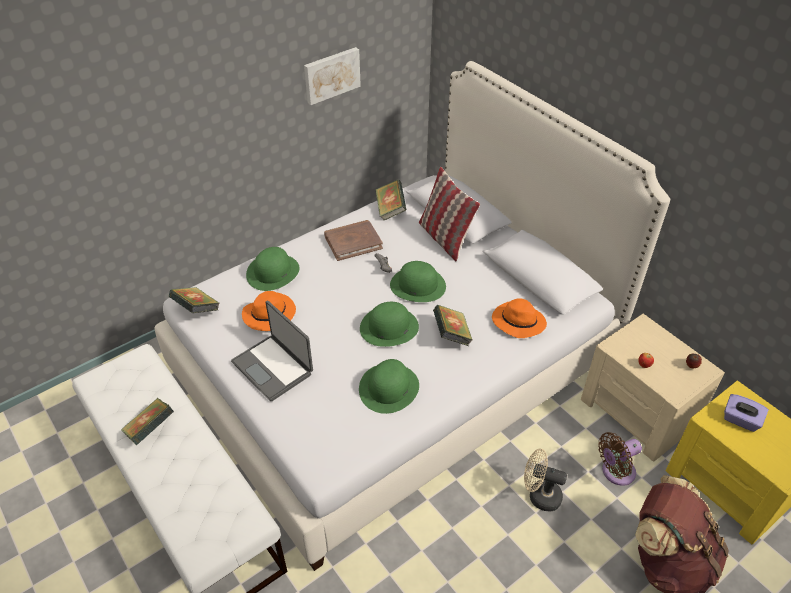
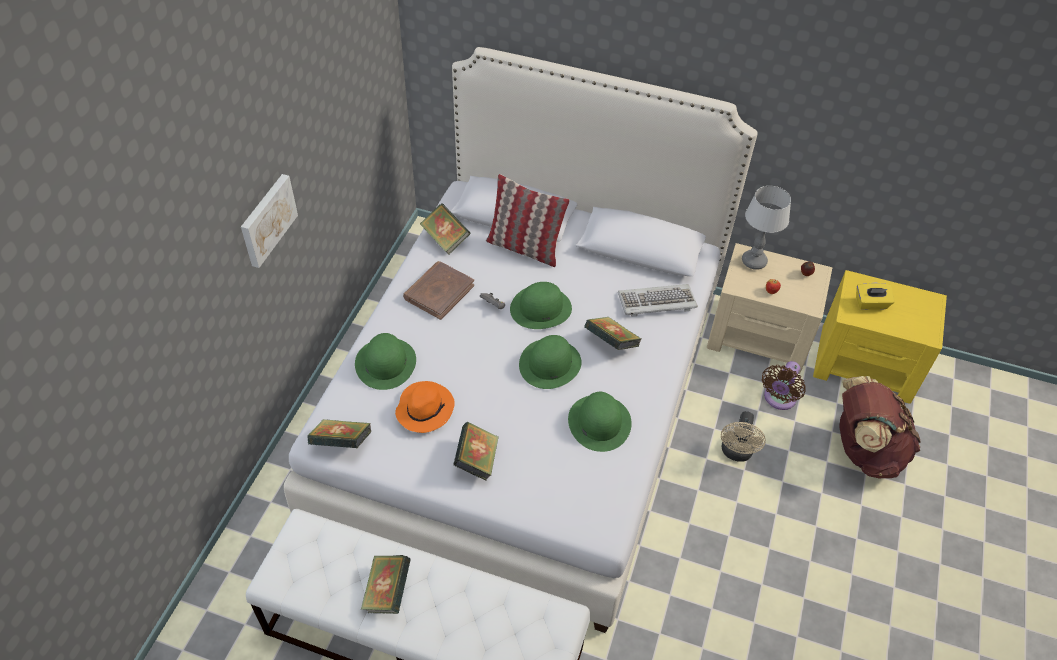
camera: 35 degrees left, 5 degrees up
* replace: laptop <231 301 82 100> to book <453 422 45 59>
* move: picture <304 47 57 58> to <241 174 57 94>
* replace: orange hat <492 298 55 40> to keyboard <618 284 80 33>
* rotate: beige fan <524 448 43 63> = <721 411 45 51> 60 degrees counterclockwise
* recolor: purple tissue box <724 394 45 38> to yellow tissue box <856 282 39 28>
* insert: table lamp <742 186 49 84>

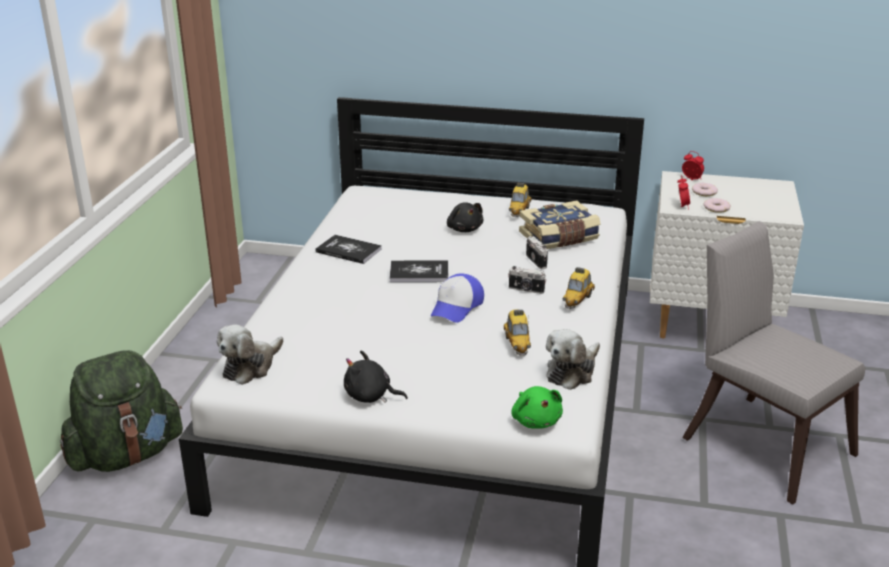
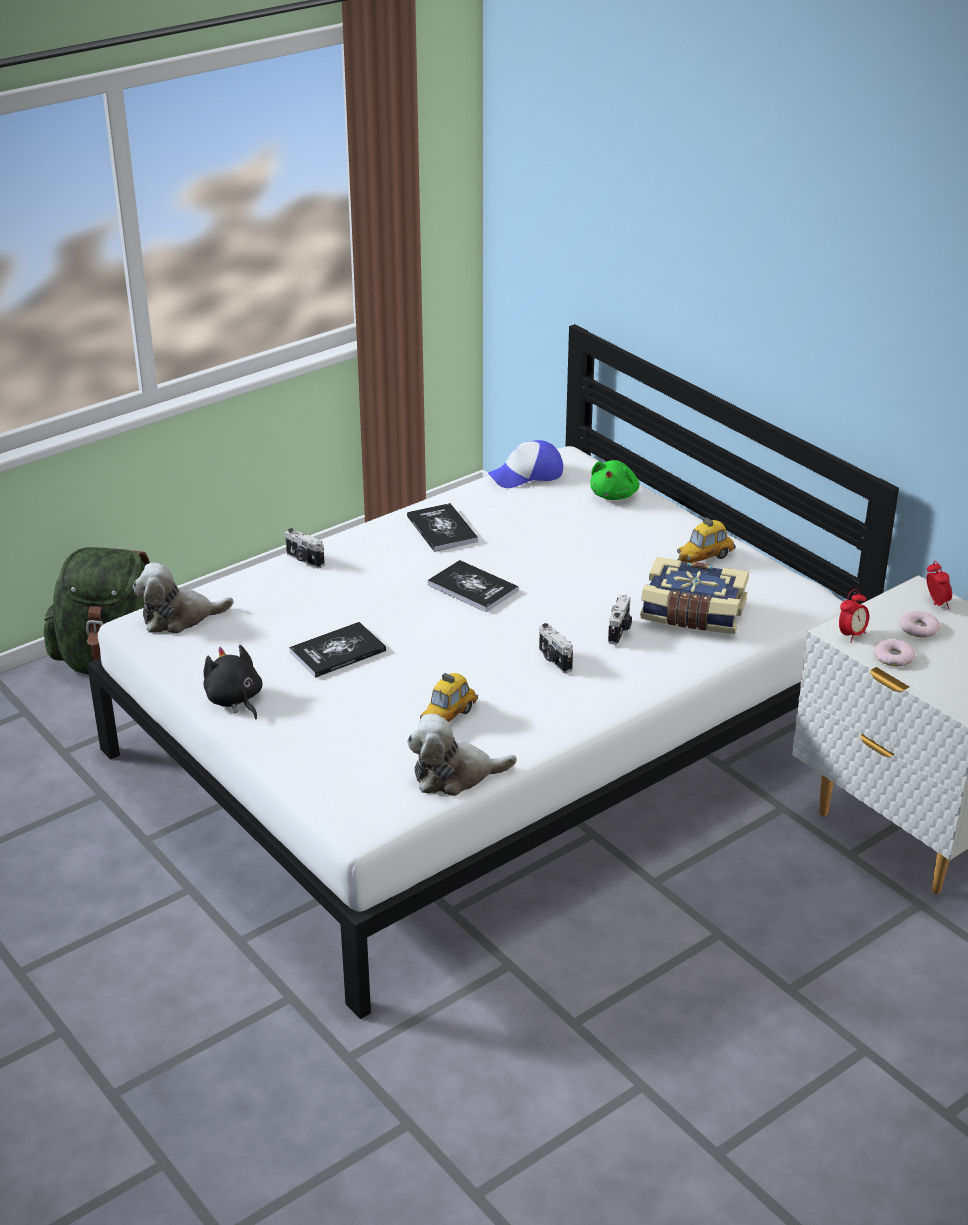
camera: 40 degrees right, 5 degrees up
* move: cap <431 274 53 48> to <488 440 75 48>
* delete: black plush toy <447 202 36 30>
* move: green plush toy <511 386 52 43> to <590 460 49 40>
* delete: toy car <563 267 32 42>
* delete: grey chair <682 221 184 283>
* insert: photo camera <285 528 40 40>
* insert: book <289 622 97 56>

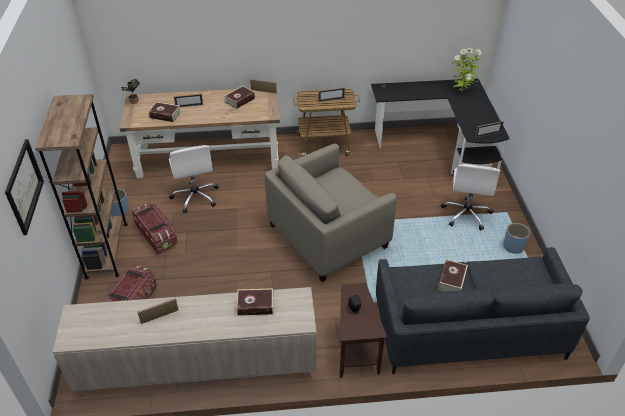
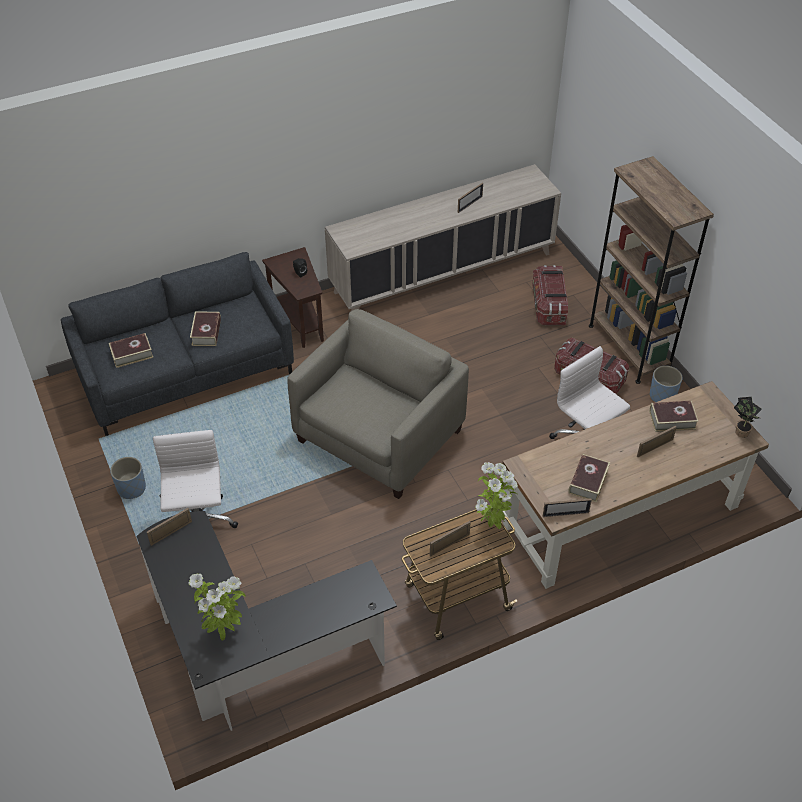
camera: 160 degrees right, 5 degrees up
* delete: picture <5 139 39 96>
* move: book <236 288 38 28> to <109 333 44 35>
* insert: potted plant <475 462 43 67>

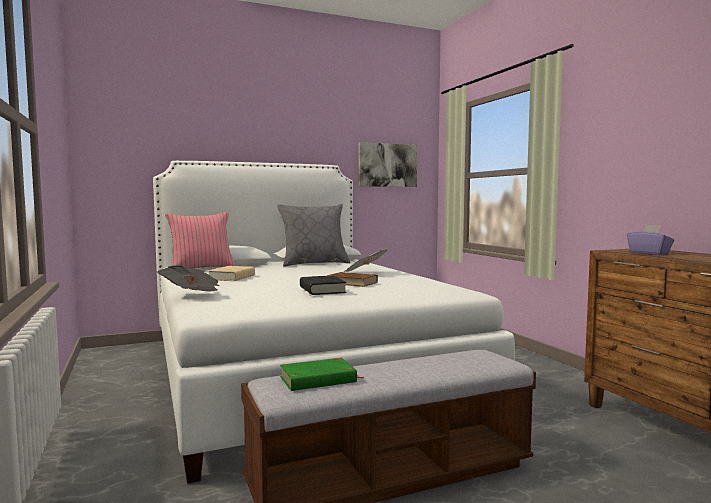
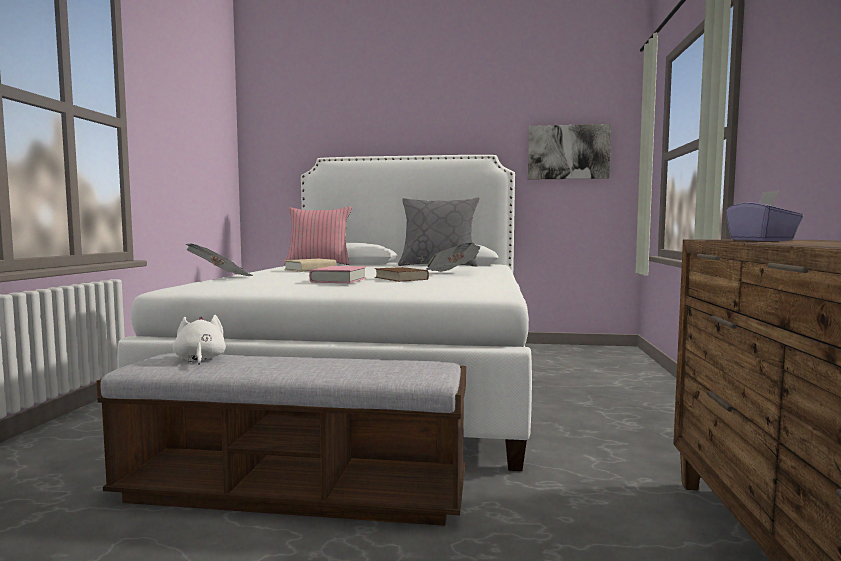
camera: 30 degrees right, 0 degrees up
* replace: green book <280 358 83 33> to white plush toy <173 315 53 50>
* recolor: black book <300 275 46 20> to pink book <309 266 57 17>

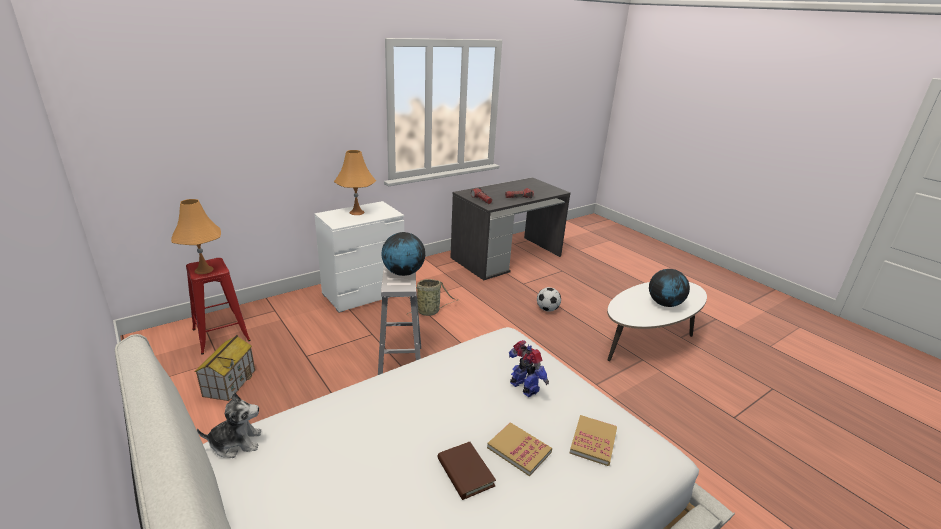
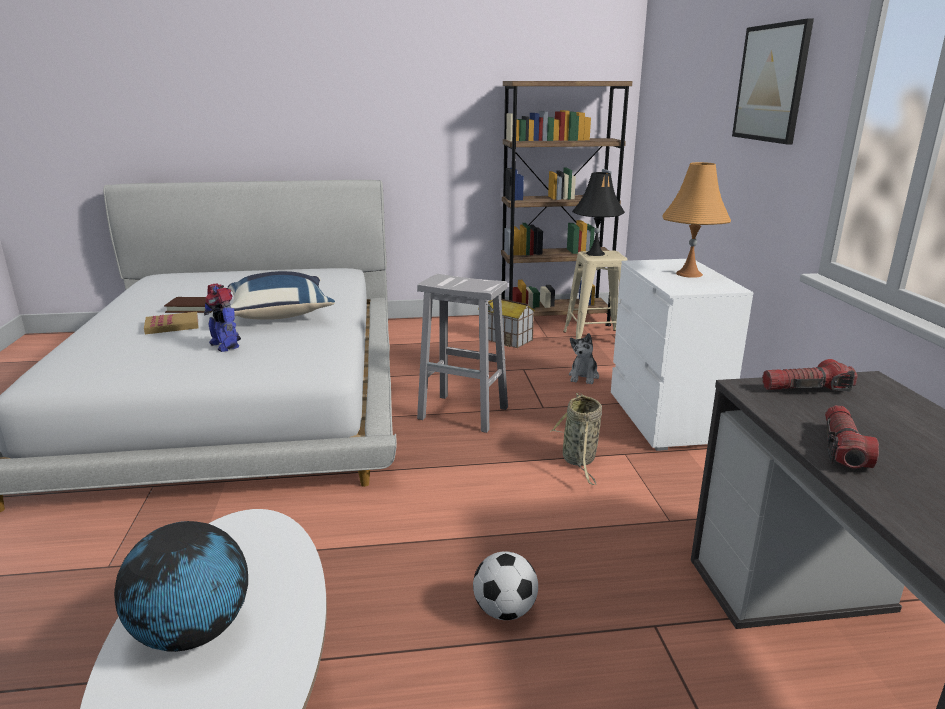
camera: 120 degrees right, 5 degrees down
* recolor: orange table lamp <171 199 50 75> to black table lamp <572 172 53 84>
* recolor: red stool <186 258 64 97> to beige stool <563 251 65 88>
* move: plush toy <197 392 64 66> to <569 333 30 51>
* delete: globe <381 232 44 44>
* rotate: toy robot <509 340 40 57> = <204 283 37 69> 60 degrees clockwise
* delete: book <570 415 47 51>
* insert: blue pillow <228 271 107 49>
* insert: brown bookcase <501 81 131 245>
* insert: picture <732 18 82 126>

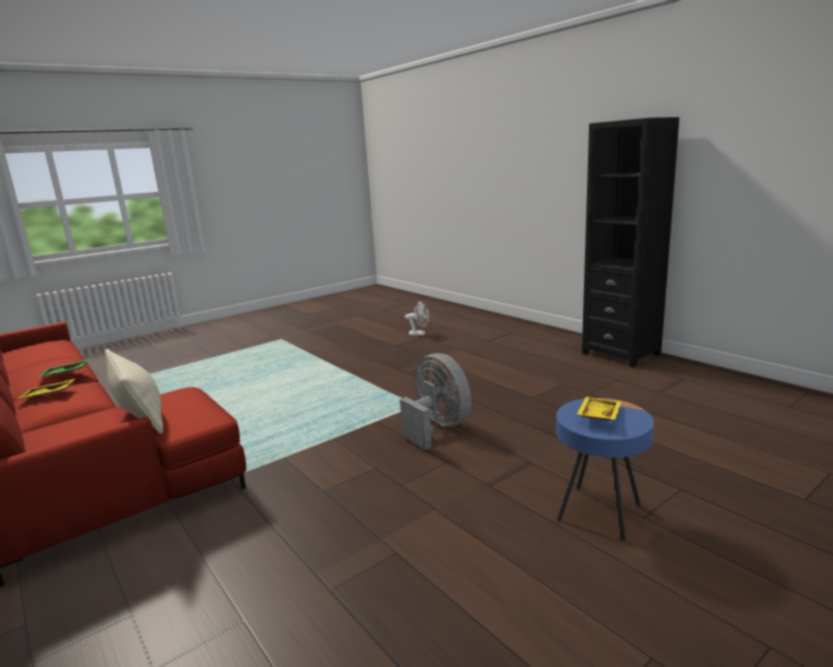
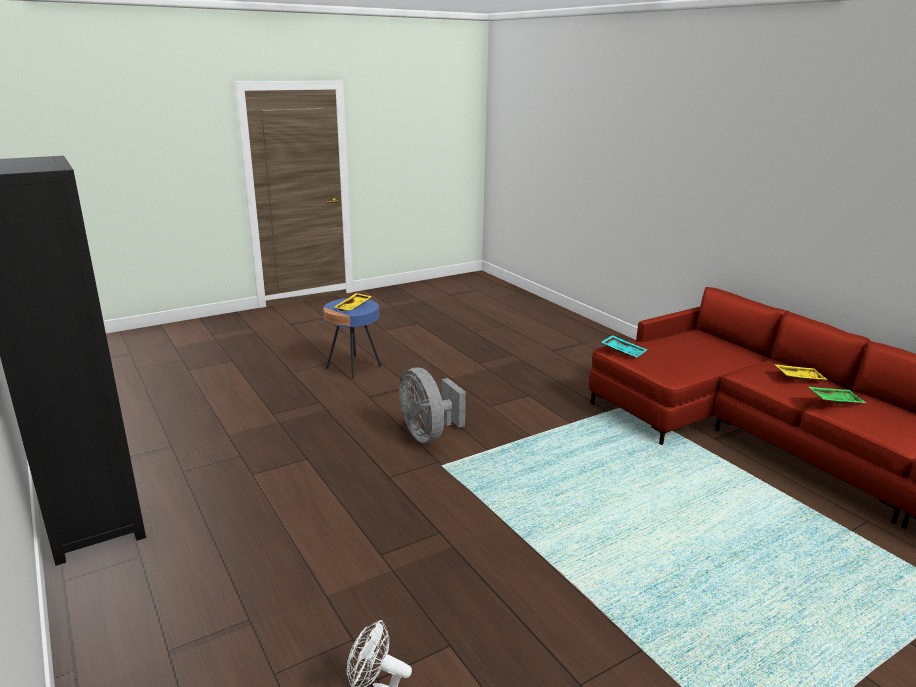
camera: 175 degrees left, 5 degrees up
* delete: beige pillow <105 349 58 85>
* insert: turquoise tray <602 335 45 23>

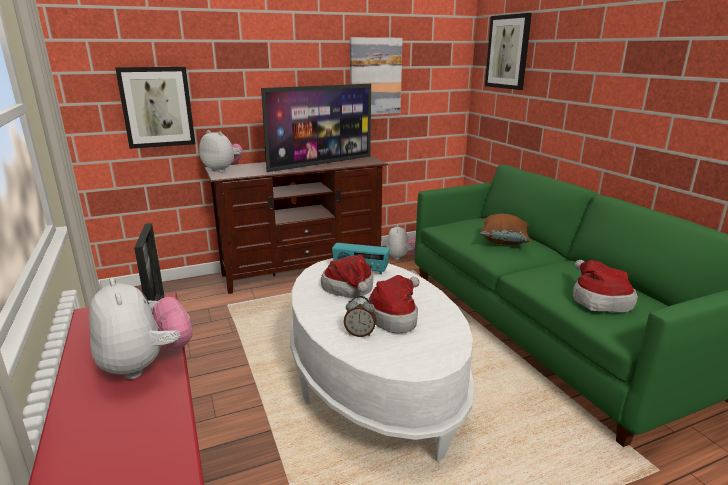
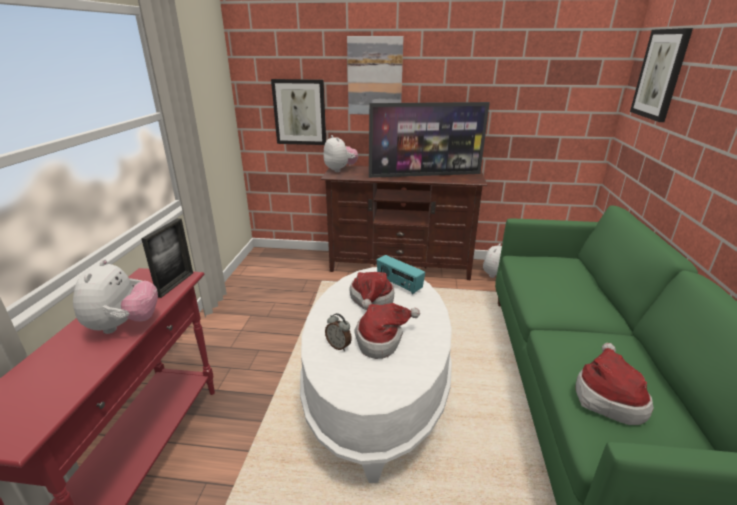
camera: 30 degrees right, 5 degrees up
* move: picture <350 37 53 78> to <347 36 57 79>
* delete: brown pillow <480 214 51 31>

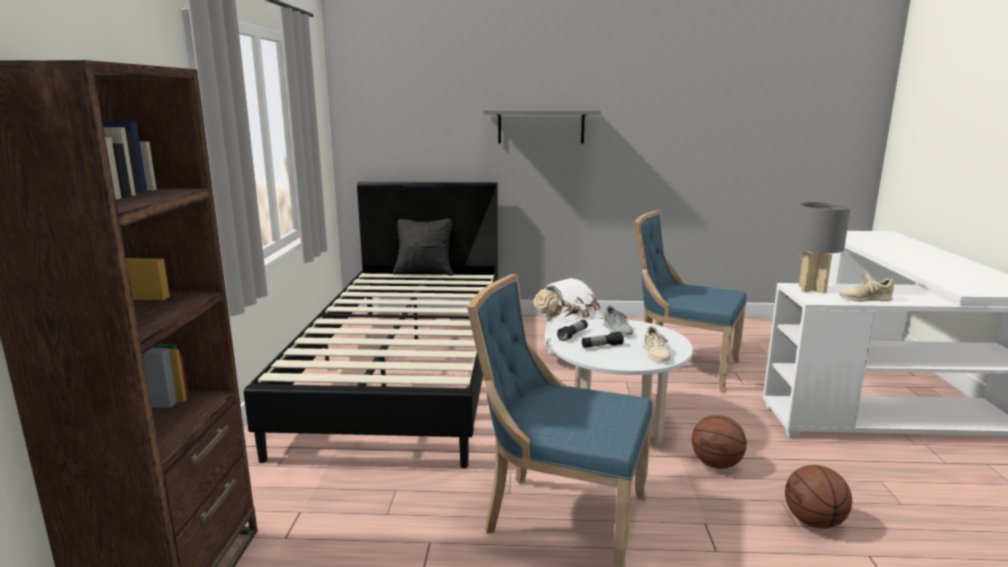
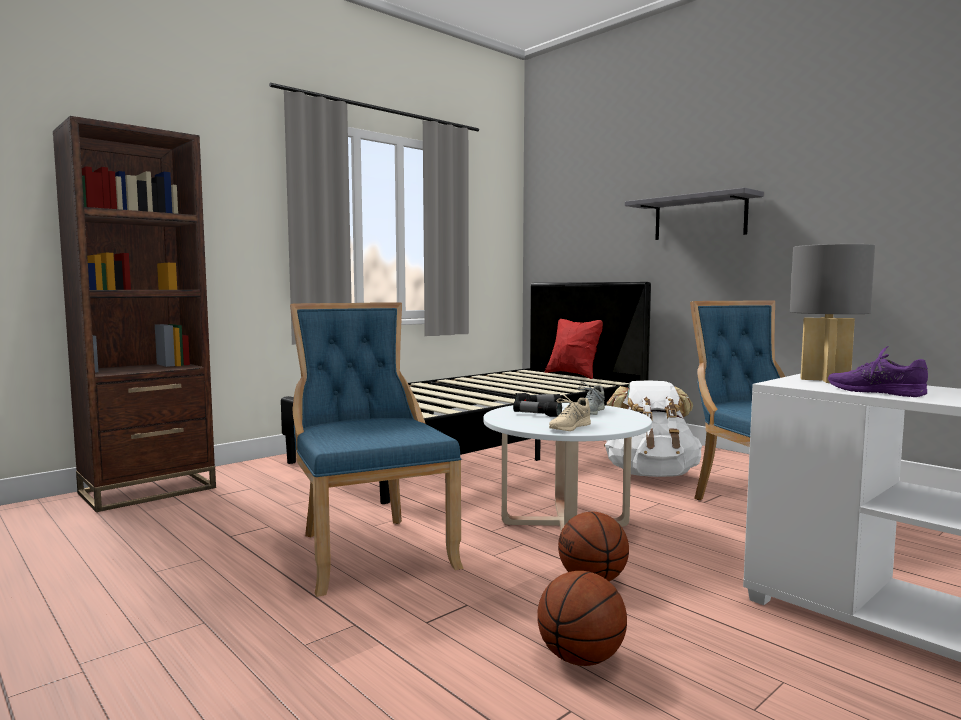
camera: 45 degrees right, 10 degrees down
* recolor: black pillow <393 219 60 57> to red pillow <545 319 58 60>
* recolor: beige shoe <839 271 55 31> to purple shoe <828 346 100 51>

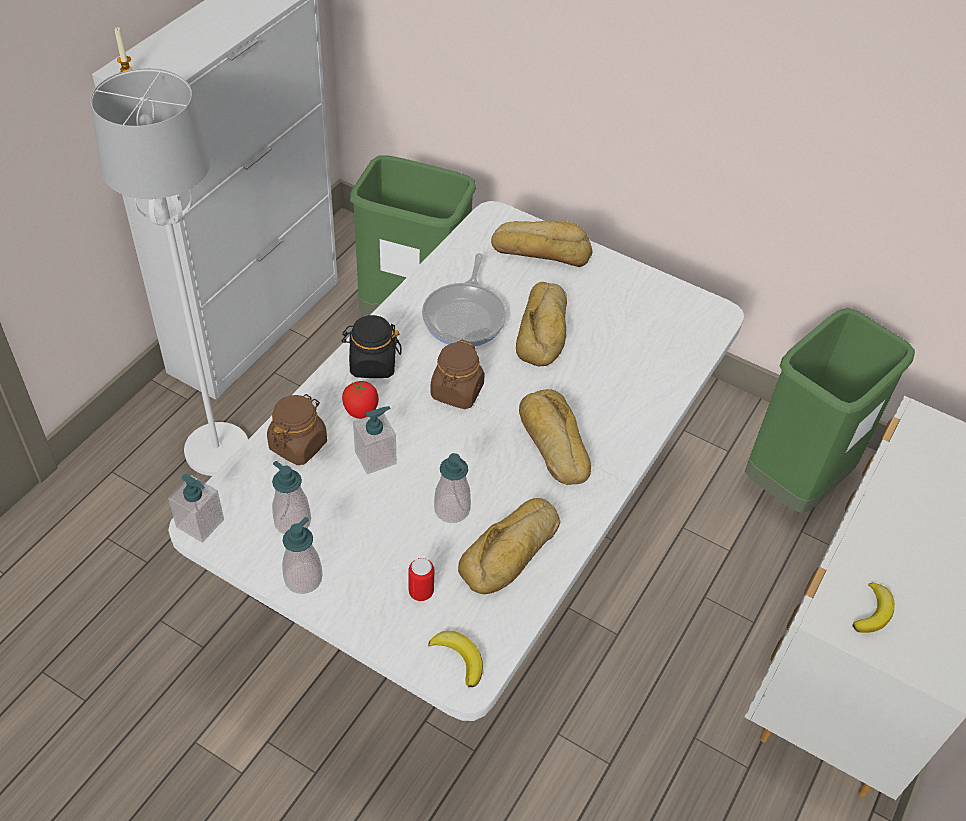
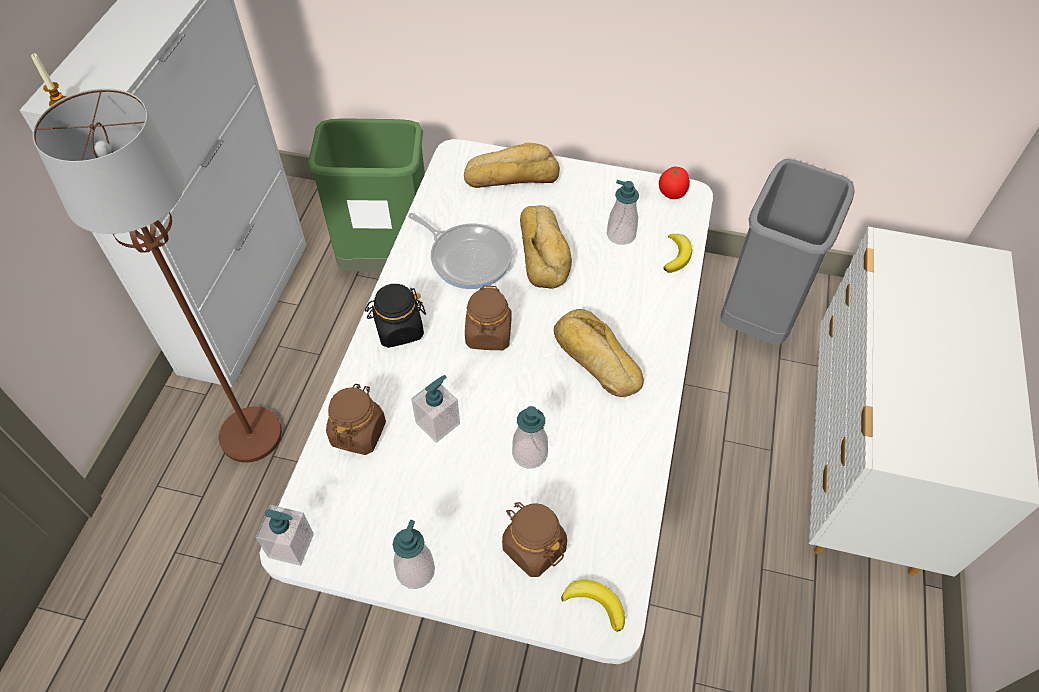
camera: 15 degrees left, 5 degrees up
* recolor: white floor lamp <90 68 158 408> to brown floor lamp <33 88 249 375>
* move: soap dispenser <272 461 39 73> to <607 180 32 65>
* move: tomato <342 380 37 39> to <659 166 31 33>
* replace: can <408 558 26 43> to brown jar <502 502 65 75>
* rotate: frying pan <422 253 84 94> = <408 213 104 76> 45 degrees counterclockwise
* delete: bread <458 498 102 96>
* recolor: green trash can <745 308 170 205> to grey trash can <721 159 134 186>
* move: banana <852 583 43 50> to <664 234 28 39>

